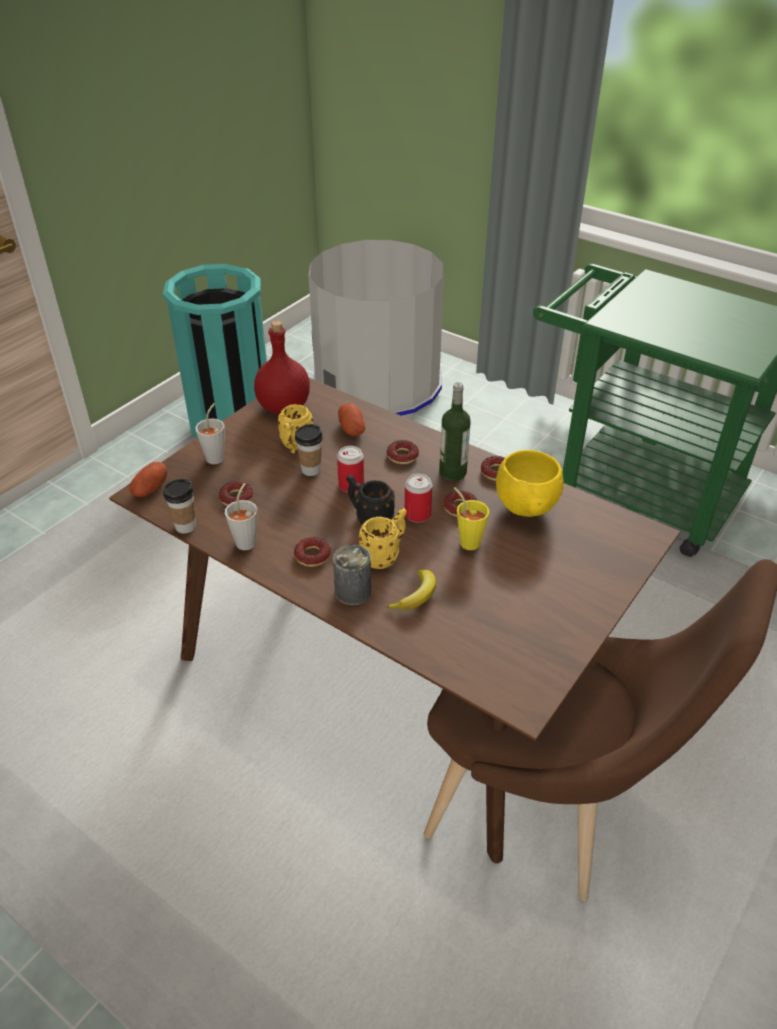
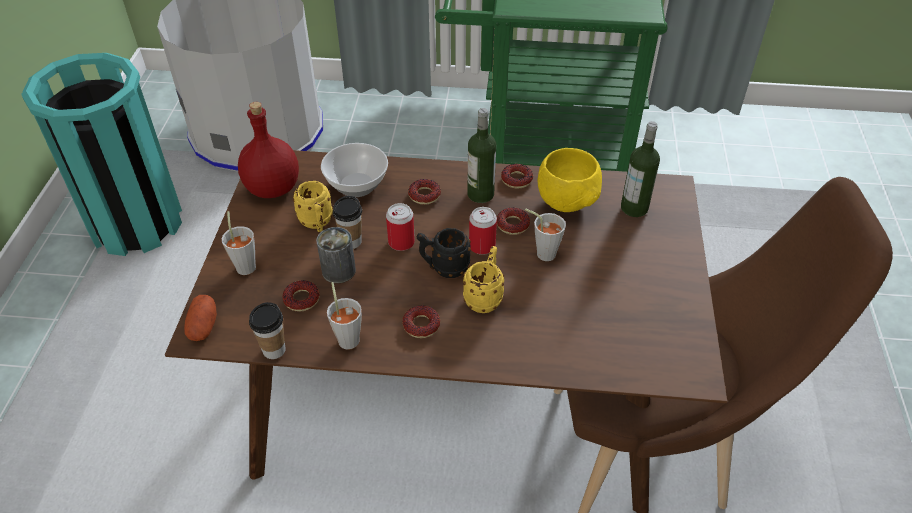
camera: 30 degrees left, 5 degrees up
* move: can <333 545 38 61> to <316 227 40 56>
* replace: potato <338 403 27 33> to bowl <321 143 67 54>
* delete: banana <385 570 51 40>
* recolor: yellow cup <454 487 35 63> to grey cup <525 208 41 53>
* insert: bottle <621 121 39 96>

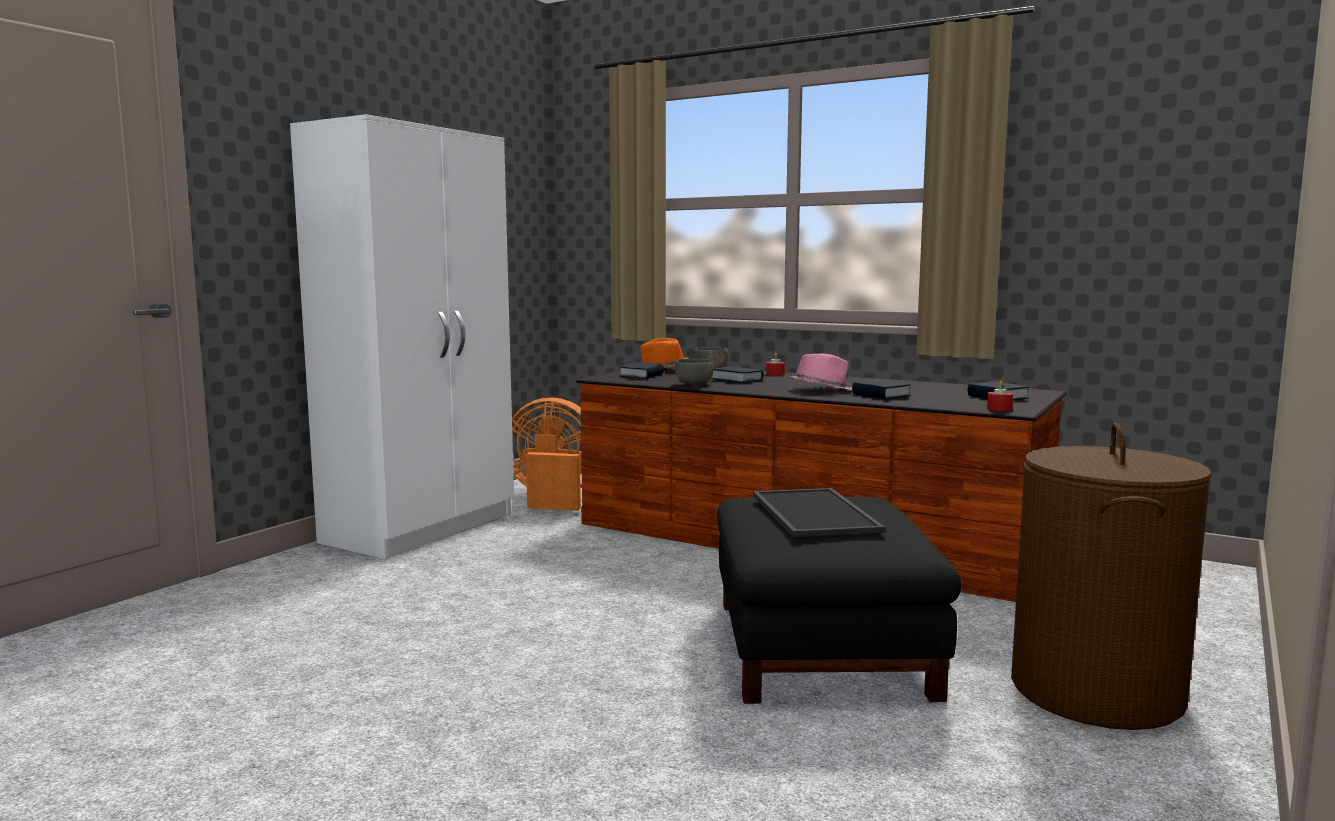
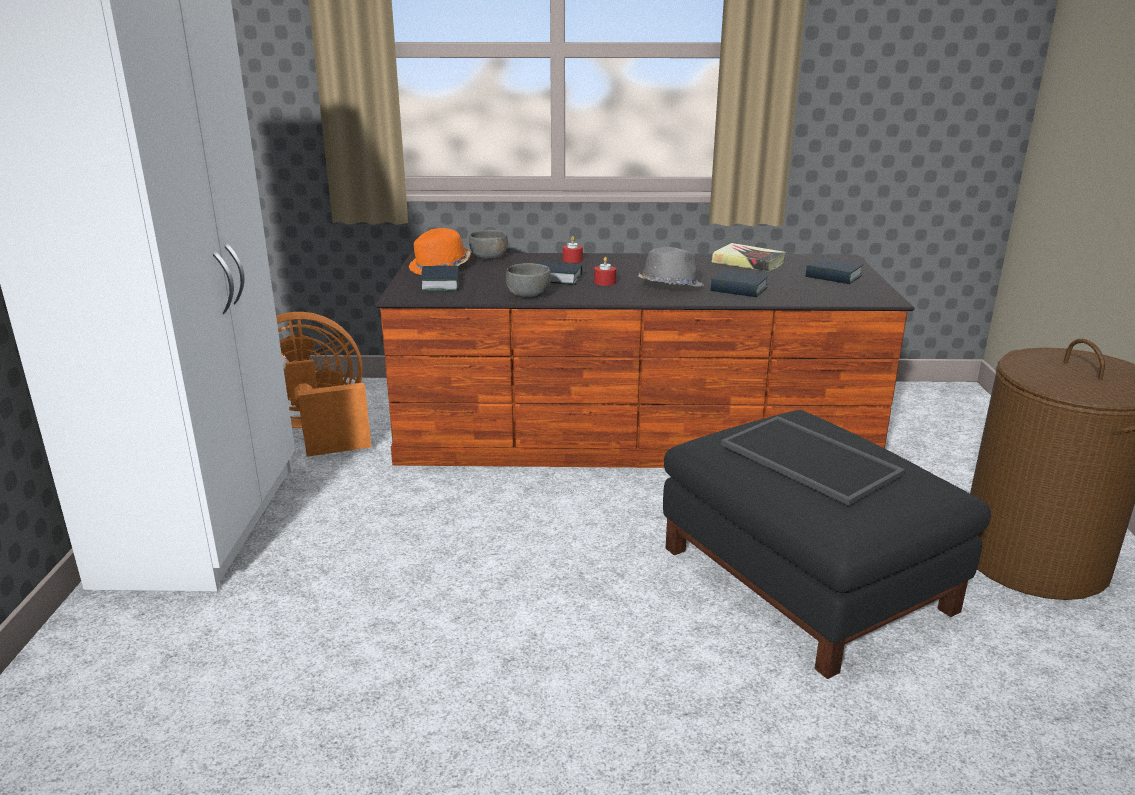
camera: 30 degrees left, 15 degrees up
* recolor: pink hat <790 354 62 36> to grey hat <638 247 66 40>
* move: red candle <987 381 26 30> to <594 257 22 29>
* insert: book <712 243 74 28>

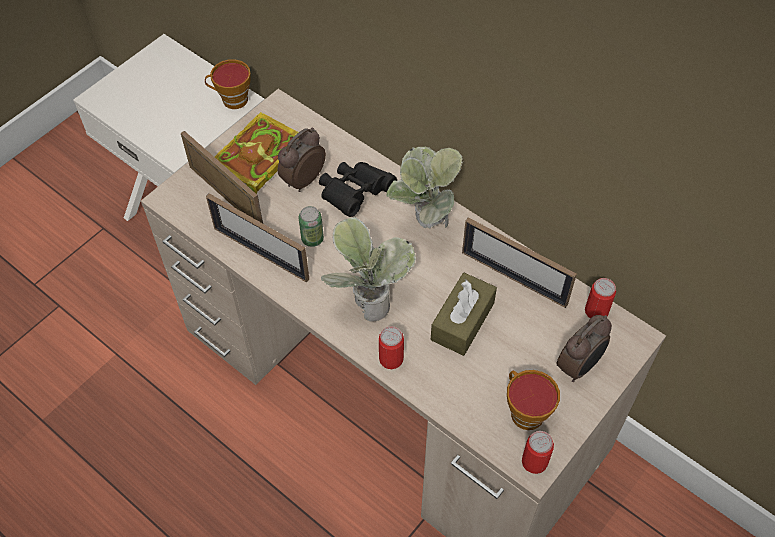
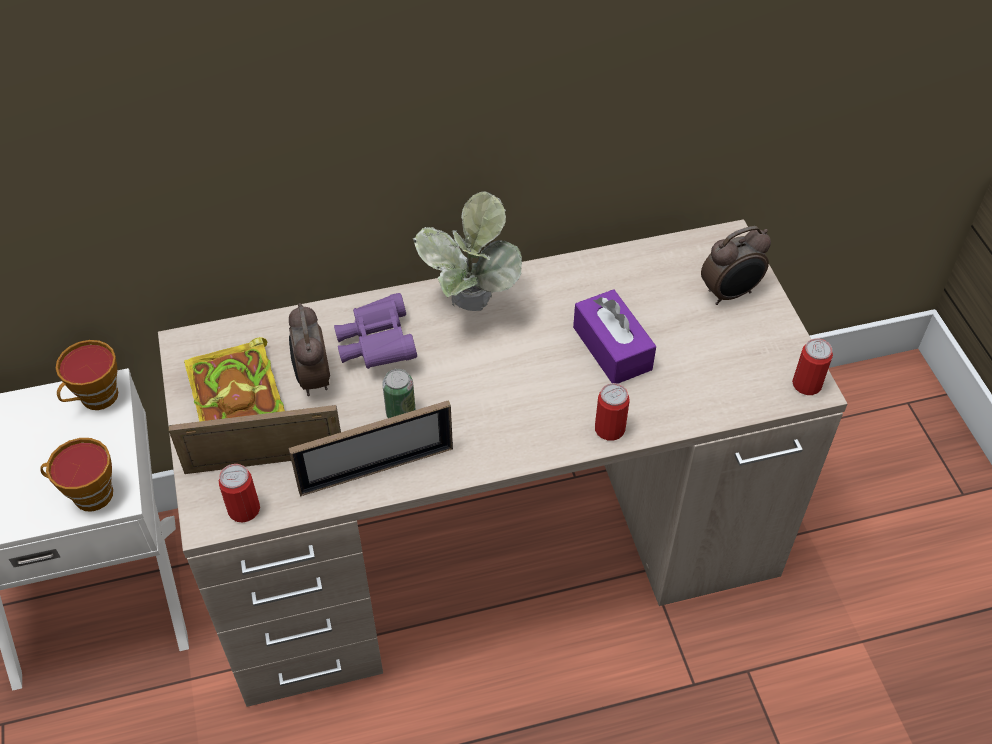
camera: 55 degrees left, 5 degrees down
* recolor: black binoculars <319 162 78 55> to purple binoculars <334 293 83 76>
* delete: potted plant <321 217 95 105>
* recolor: brown tissue box <431 273 66 83> to purple tissue box <573 289 83 95>
* delete: picture frame <462 218 115 90>
* move: cup <507 370 53 60> to <40 438 73 73>
* rotate: alarm clock <557 315 55 67> = <701 226 70 79> 75 degrees clockwise
* move: can <585 278 31 40> to <219 464 41 59>

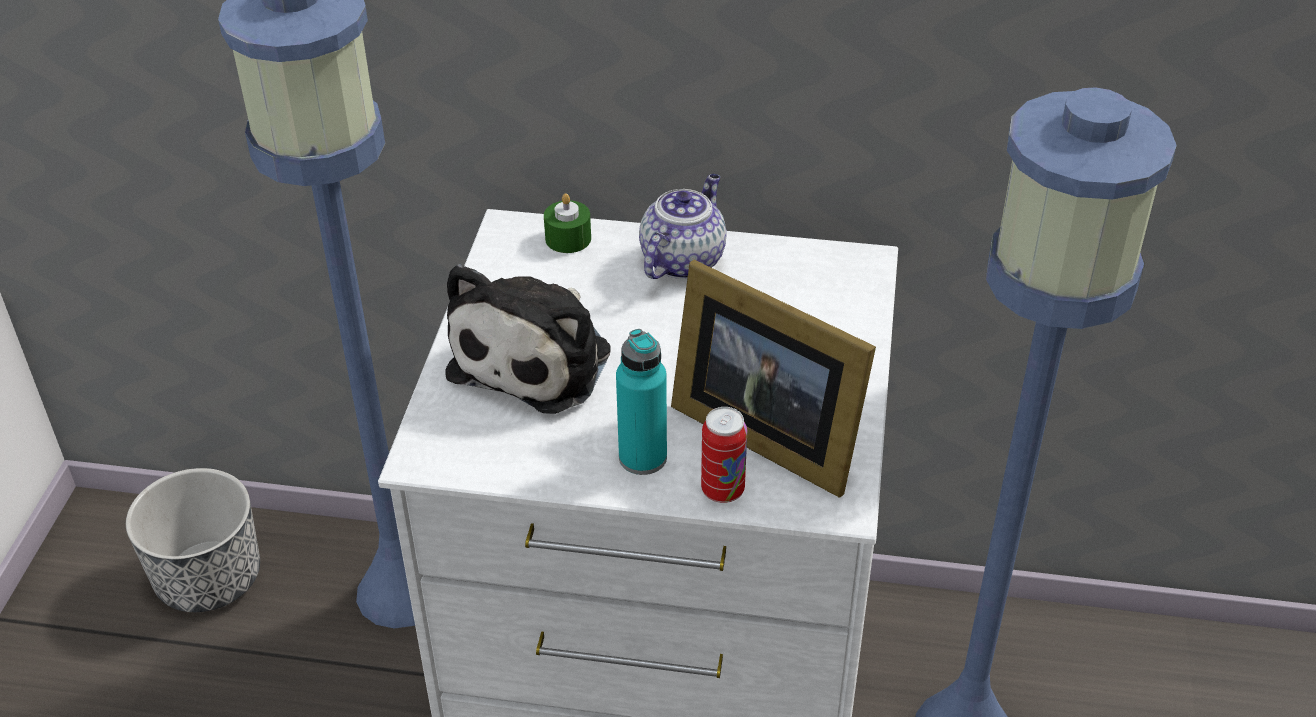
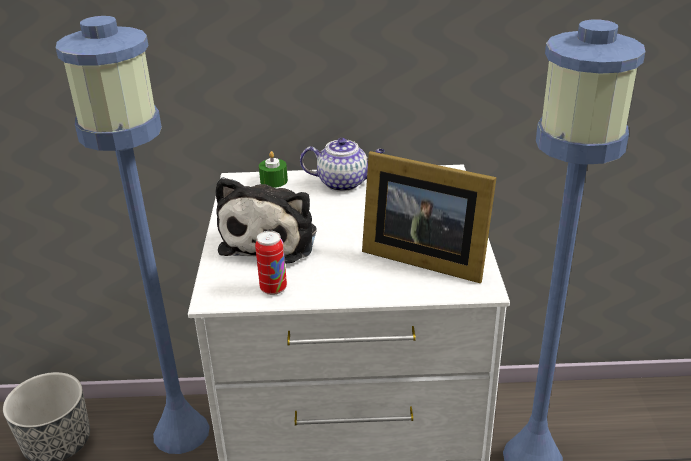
camera: 10 degrees left, 10 degrees down
* delete: turquoise bottle <616 329 51 146>
* rotate: teapot <639 174 88 105> = <300 138 85 54> 75 degrees clockwise
* move: can <701 407 46 96> to <255 231 32 64>

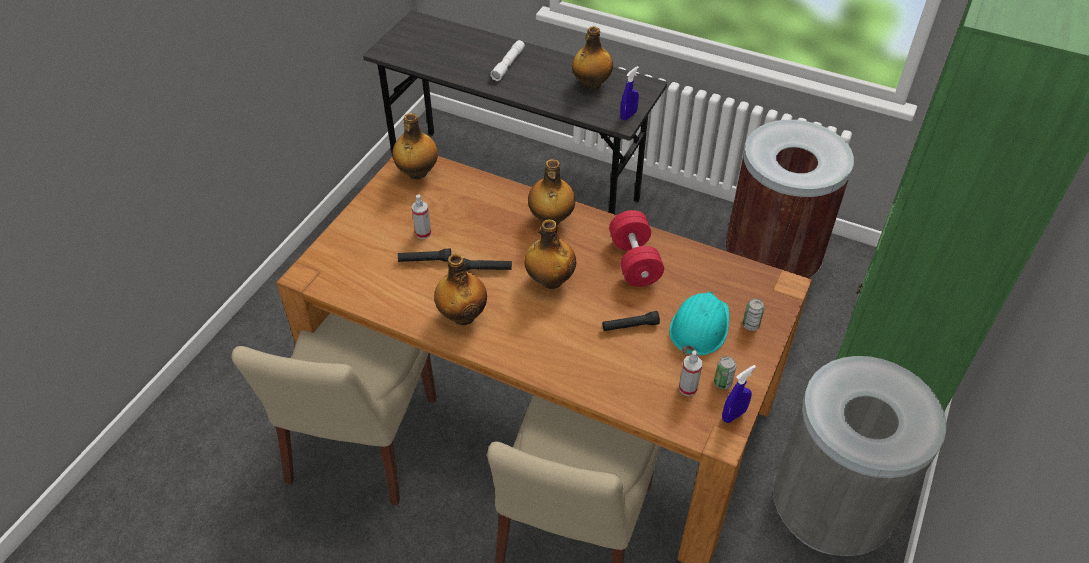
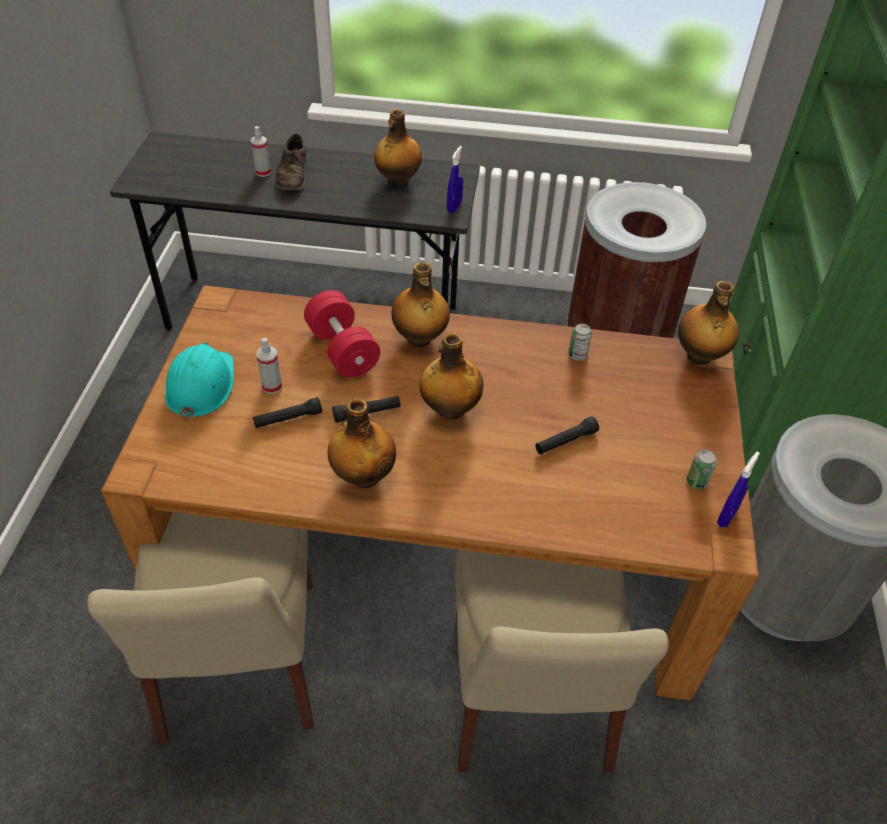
camera: 20 degrees left, 0 degrees up
* move: bottle <392 113 46 66> to <678 281 61 84>
* replace: white flashlight <490 40 35 41> to brown shoe <276 134 30 57>
* move: red dumbbell <609 210 55 77> to <304 290 76 87>
* move: turquoise hard hat <669 292 60 64> to <165 343 69 78>
* move: spray bottle <679 350 23 46> to <251 126 20 51>
* move: can <743 299 22 32> to <568 323 24 38>

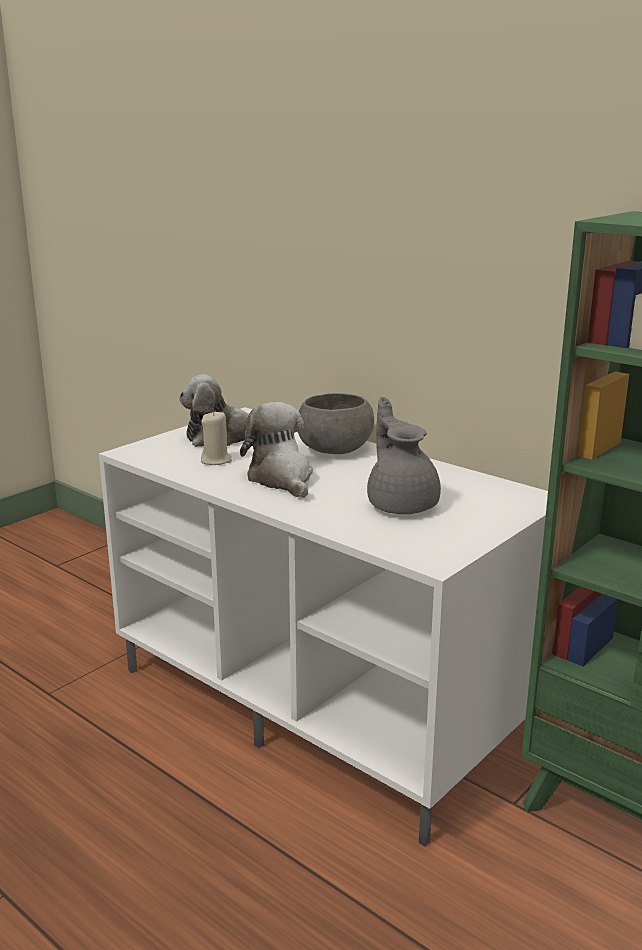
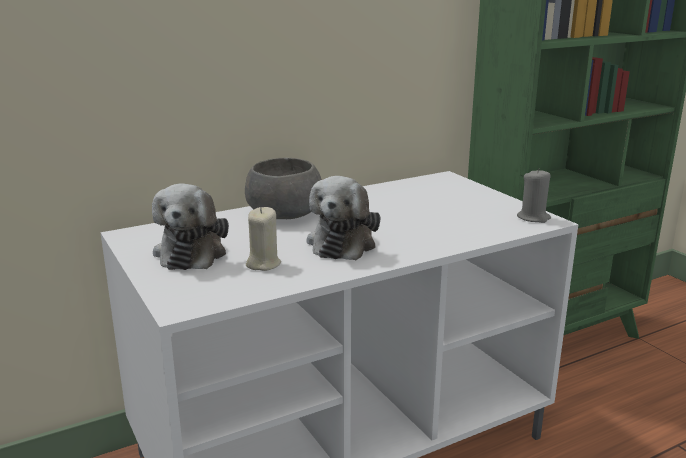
camera: 70 degrees left, 0 degrees up
* rotate: plush toy <240 402 73 96> = <307 176 74 84> 75 degrees counterclockwise
* delete: grey teapot <367 397 74 117>
* insert: grey candle <517 168 34 55>

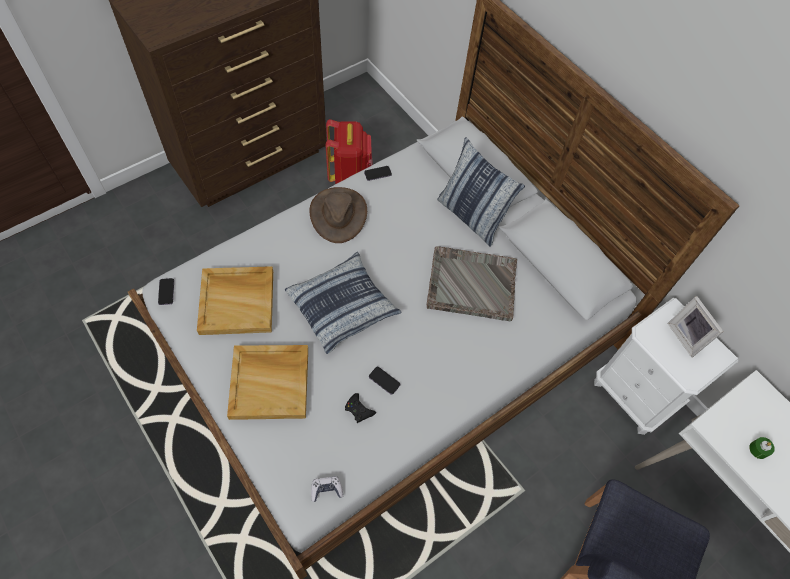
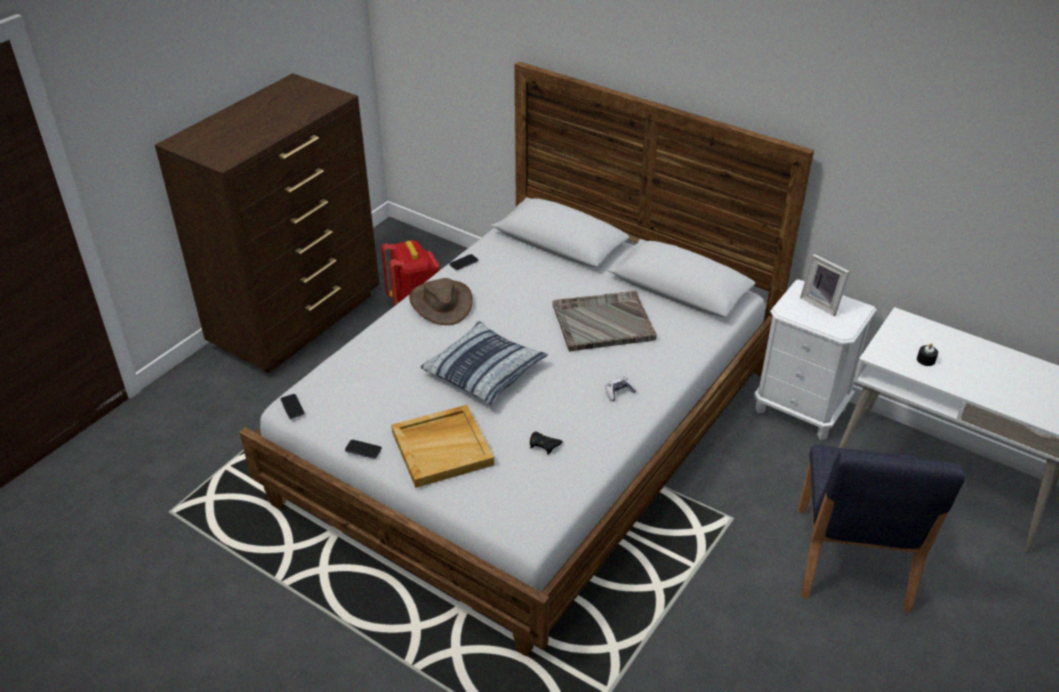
camera: 15 degrees left, 20 degrees down
* delete: beige tray <197 266 76 69>
* move: game controller <311 476 32 26> to <605 376 31 25>
* move: phone <369 367 31 28> to <345 440 37 19>
* delete: pillow <437 137 88 110>
* recolor: green candle <749 437 26 22> to black candle <917 343 21 23>

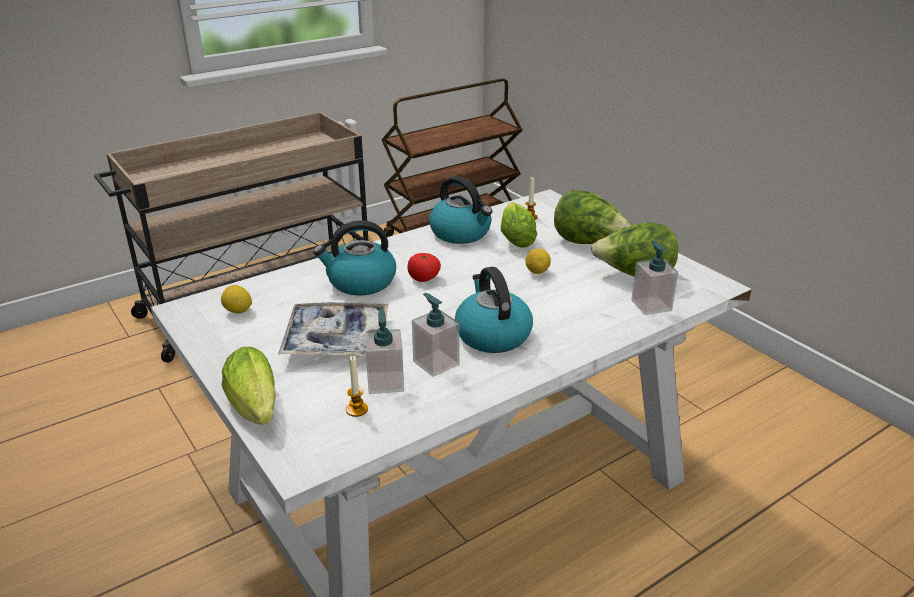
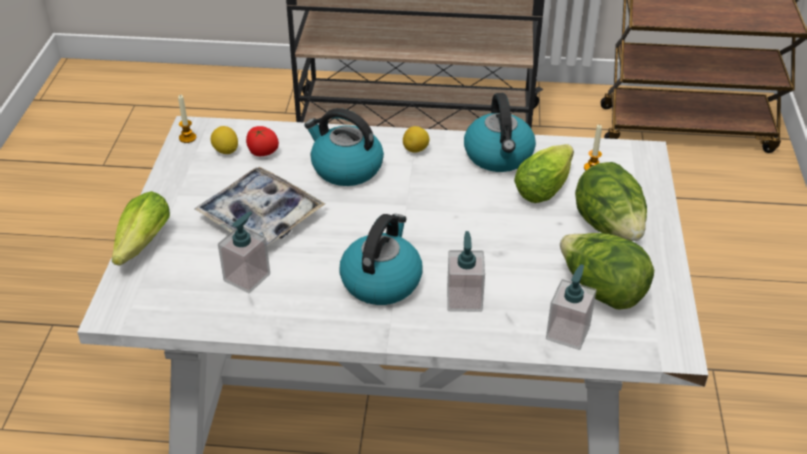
camera: 40 degrees right, 10 degrees up
* move: candle <346 356 22 61> to <178 95 18 48>
* move: tomato <408 253 33 29> to <246 126 33 30>
* move: soap dispenser <412 293 48 84> to <447 231 38 81>
* move: lemon <525 249 26 25> to <403 126 26 27>

